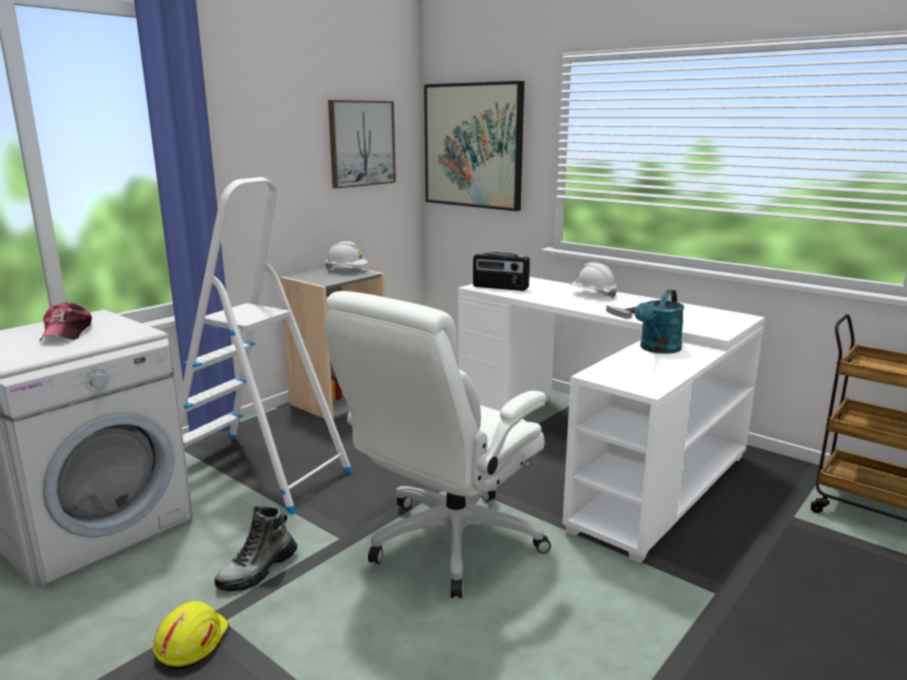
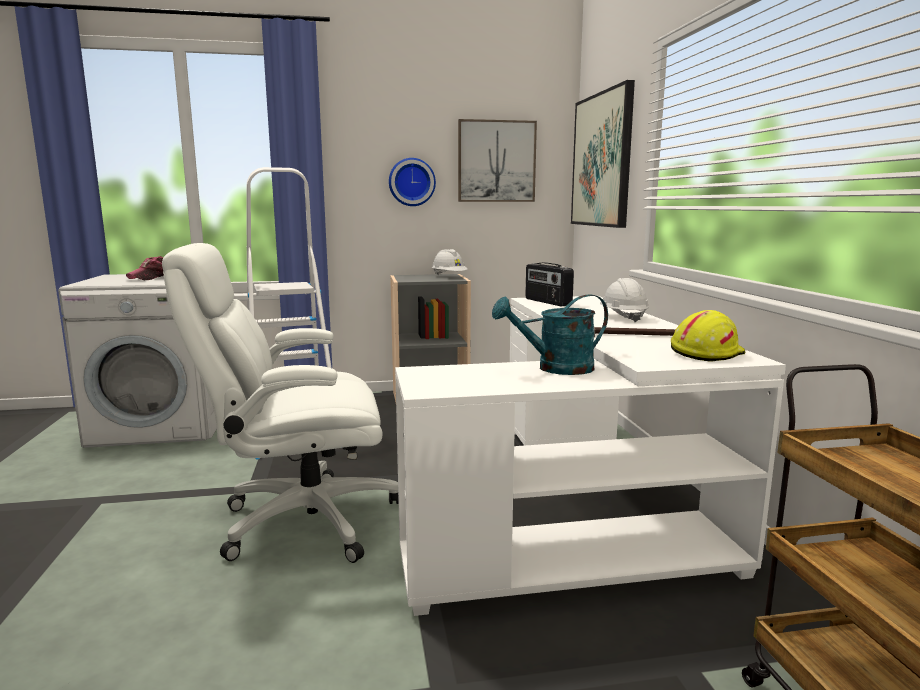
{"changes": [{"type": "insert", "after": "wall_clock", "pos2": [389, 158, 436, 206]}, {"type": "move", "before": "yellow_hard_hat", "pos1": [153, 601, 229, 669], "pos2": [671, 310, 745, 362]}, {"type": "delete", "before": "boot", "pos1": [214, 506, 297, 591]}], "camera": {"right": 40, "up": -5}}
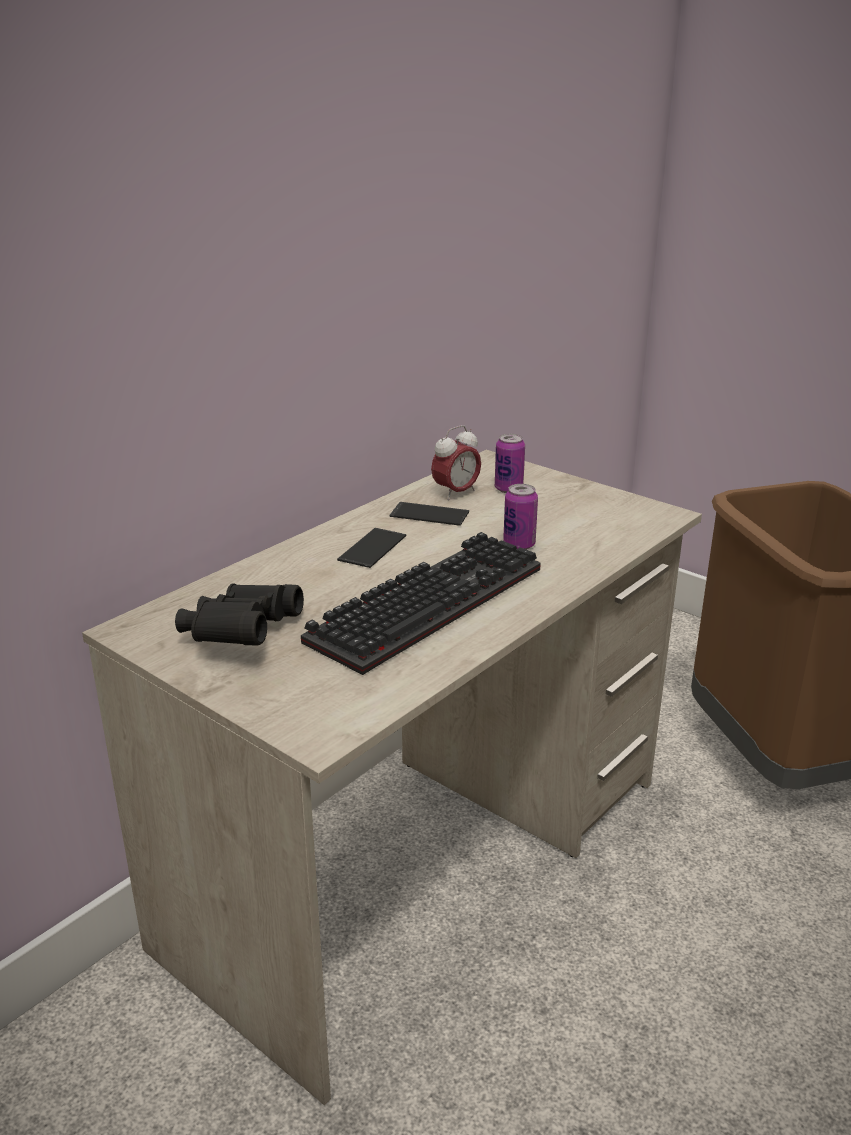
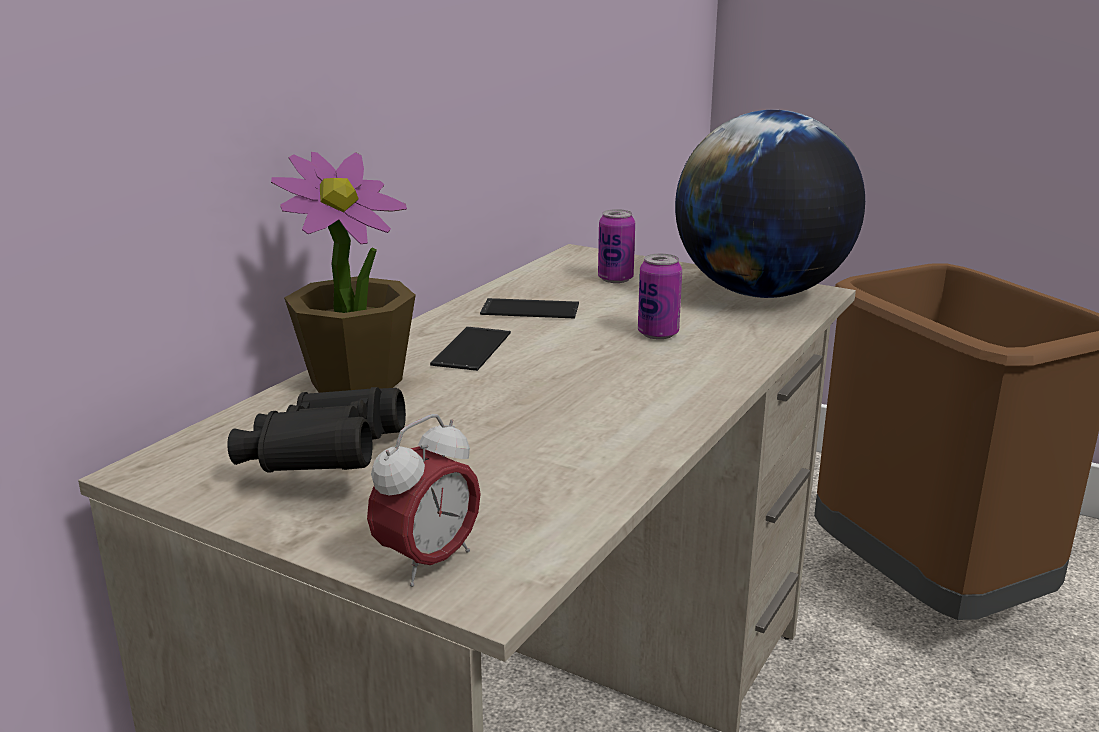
{"changes": [{"type": "insert", "after": "potted_plant", "pos2": [271, 152, 416, 393]}, {"type": "move", "before": "alarm_clock", "pos1": [431, 425, 481, 500], "pos2": [367, 414, 481, 587]}, {"type": "insert", "after": "globe", "pos2": [675, 110, 865, 298]}, {"type": "delete", "before": "keyboard", "pos1": [301, 532, 541, 675]}], "camera": {"right": -10, "up": -5}}
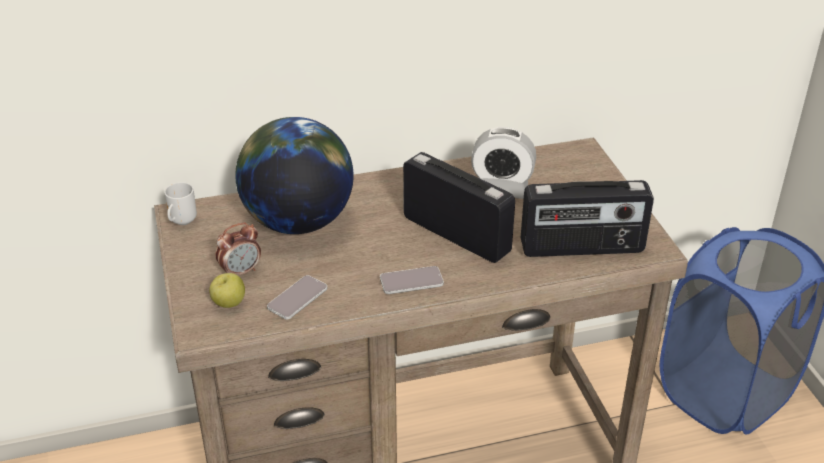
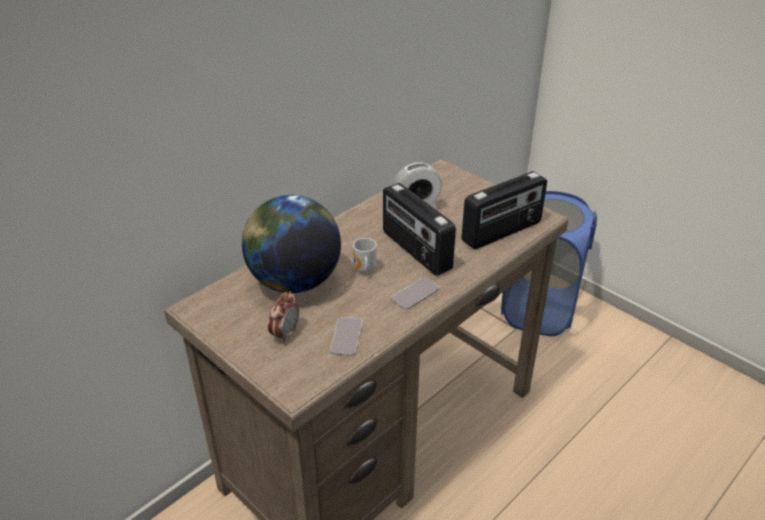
{"changes": [{"type": "move", "before": "mug", "pos1": [164, 182, 197, 225], "pos2": [353, 238, 377, 273]}, {"type": "rotate", "before": "radio", "pos1": [403, 152, 515, 263], "pos2": [383, 183, 456, 276], "turn": -135}, {"type": "delete", "before": "apple", "pos1": [209, 273, 245, 308]}], "camera": {"right": -30, "up": 0}}
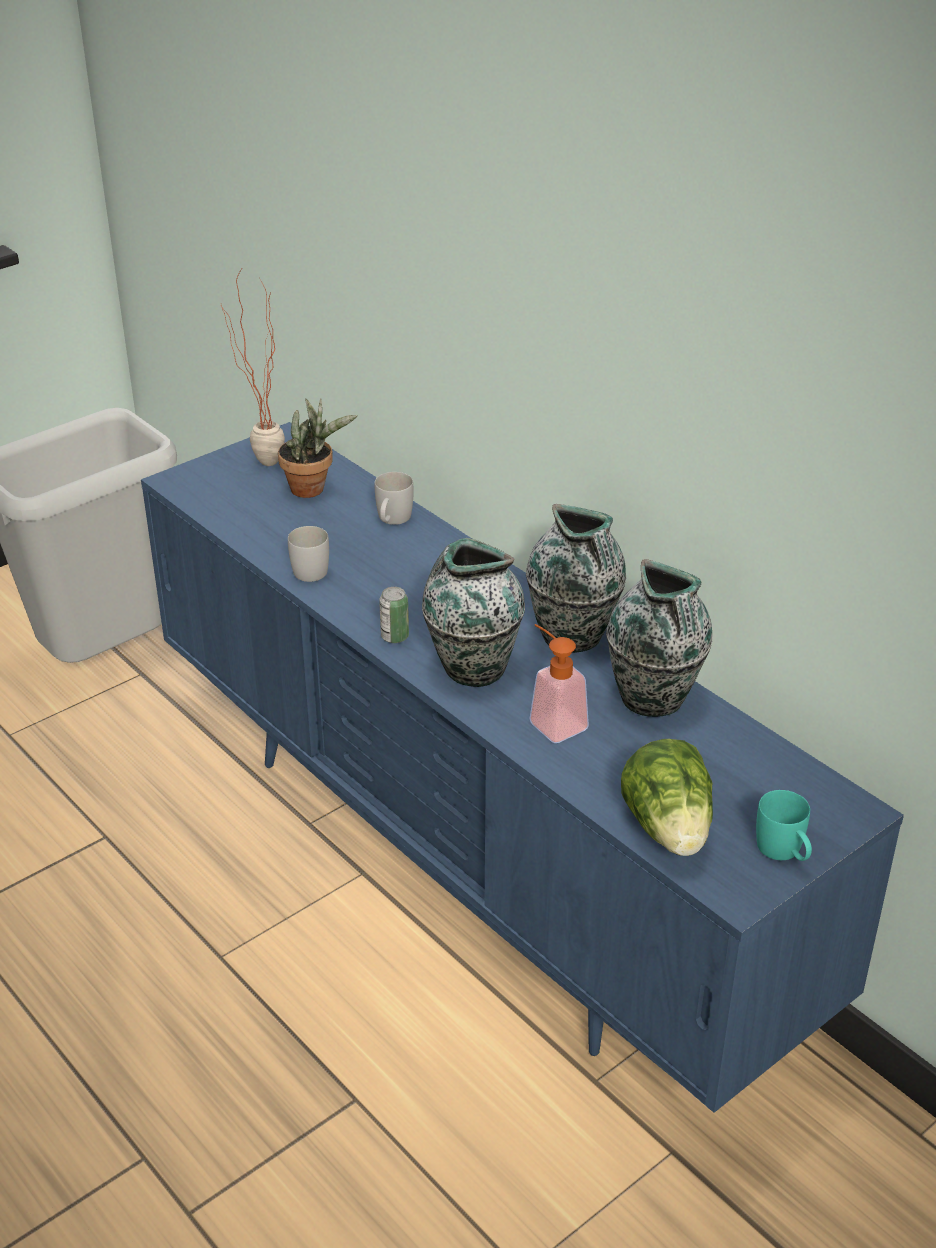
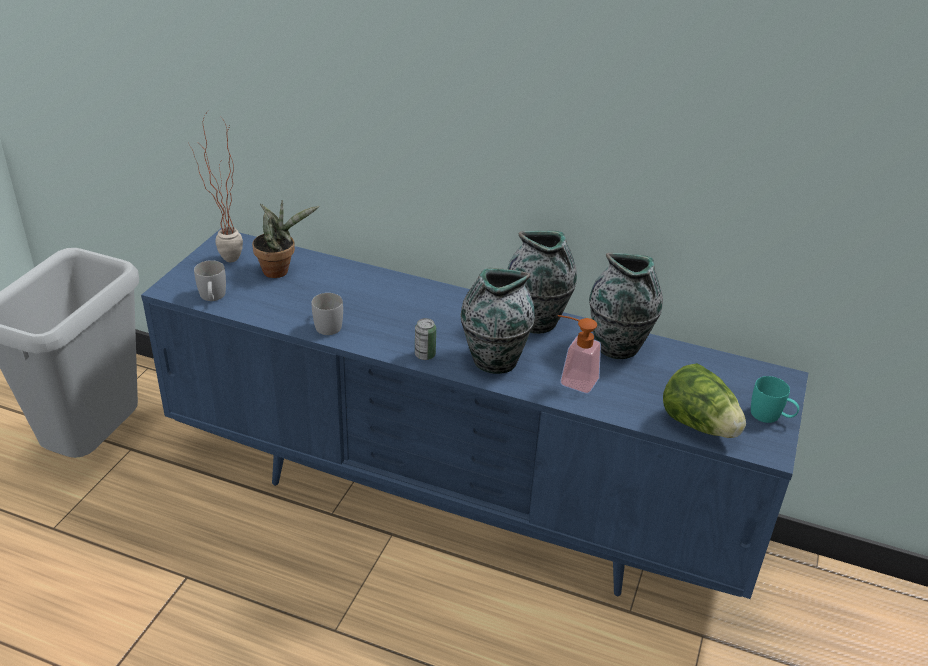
{"changes": [{"type": "move", "before": "white_mug", "pos1": [375, 472, 413, 525], "pos2": [194, 260, 226, 301]}], "camera": {"right": -30, "up": 0}}
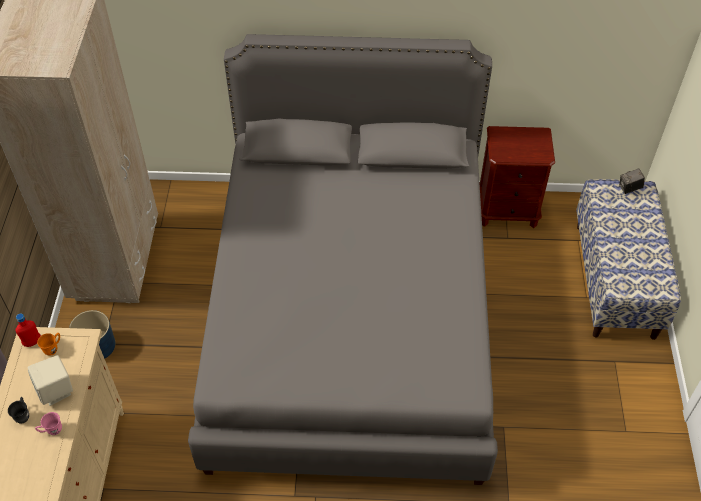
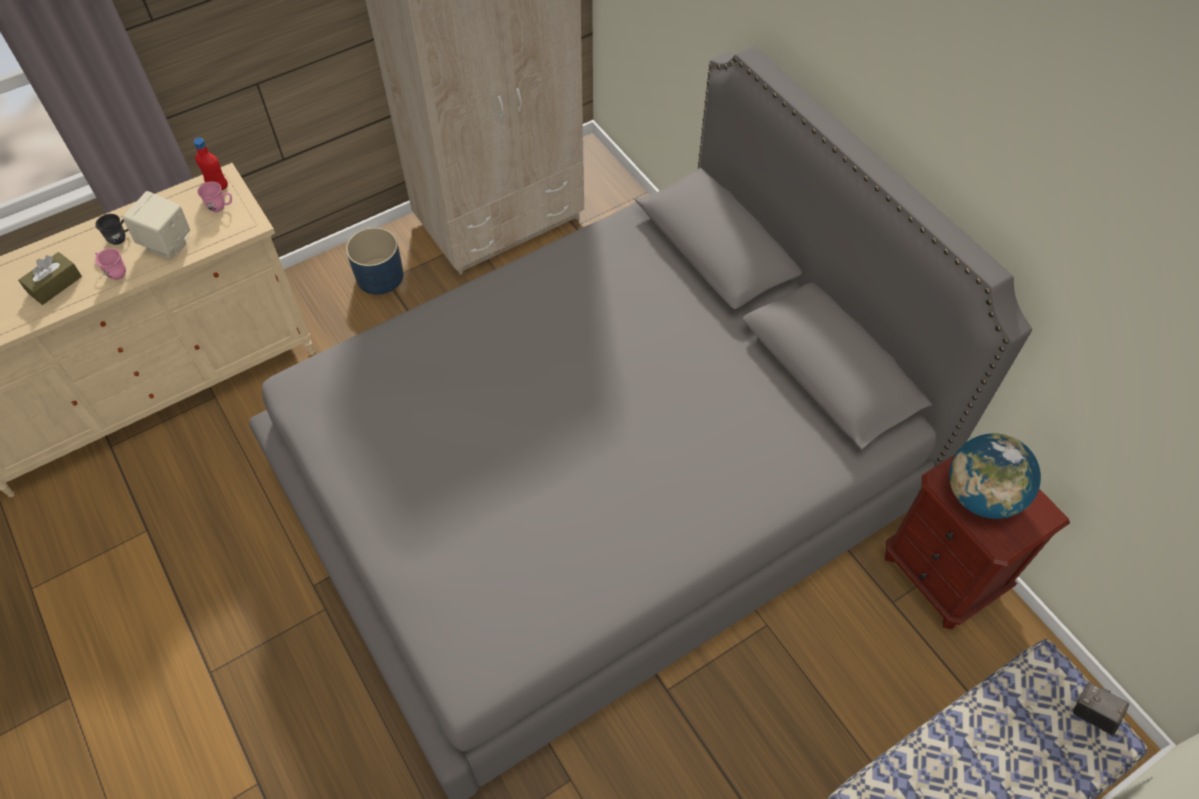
{"changes": [{"type": "insert", "after": "brown_tissue_box", "pos2": [18, 252, 82, 305]}, {"type": "recolor", "before": "orange_mug", "after": "pink_mug", "pos1": [37, 333, 60, 356], "pos2": [197, 181, 232, 212]}, {"type": "insert", "after": "globe", "pos2": [949, 433, 1041, 519]}], "camera": {"right": 55, "up": 5}}
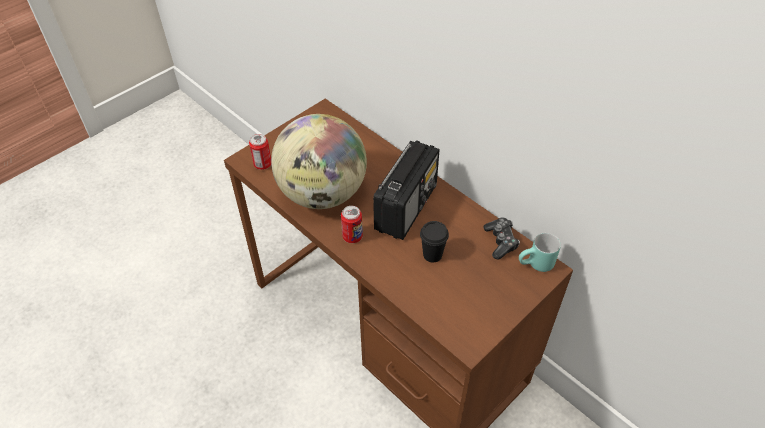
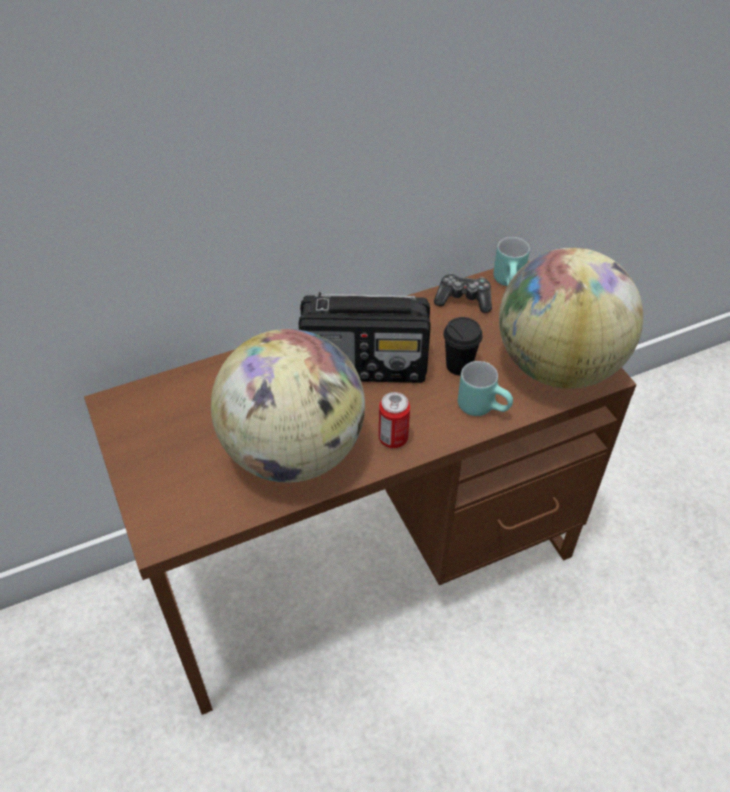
{"changes": [{"type": "rotate", "before": "radio", "pos1": [373, 140, 440, 240], "pos2": [299, 292, 431, 383], "turn": 135}, {"type": "insert", "after": "turquoise_mug", "pos2": [458, 361, 513, 416]}, {"type": "insert", "after": "globe", "pos2": [499, 248, 643, 389]}, {"type": "delete", "before": "can", "pos1": [249, 134, 271, 170]}], "camera": {"right": -70, "up": 0}}
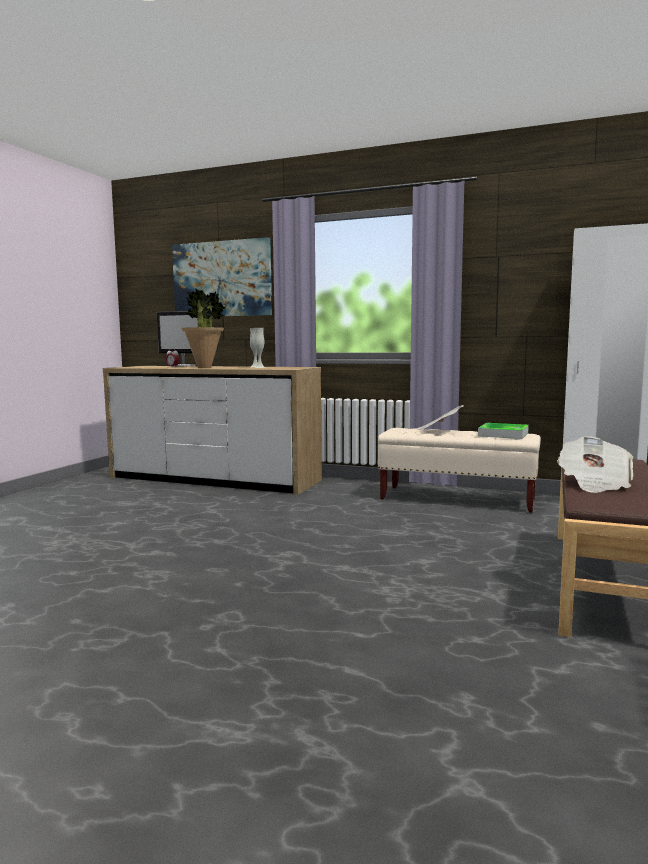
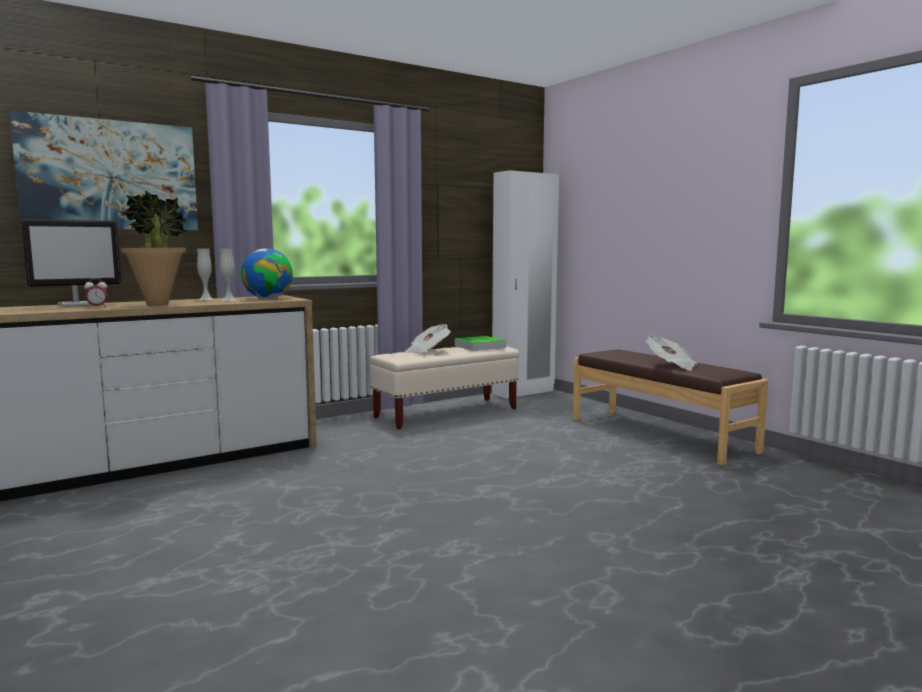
{"changes": [{"type": "insert", "after": "globe", "pos2": [241, 248, 293, 299]}], "camera": {"right": -55, "up": 0}}
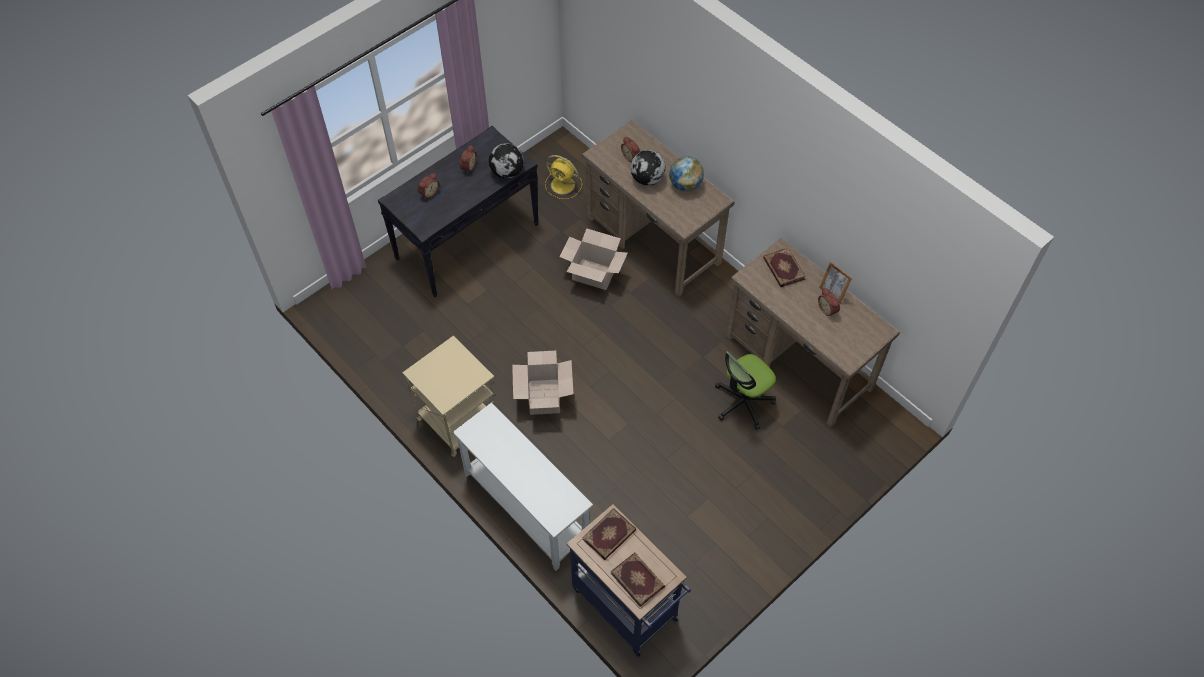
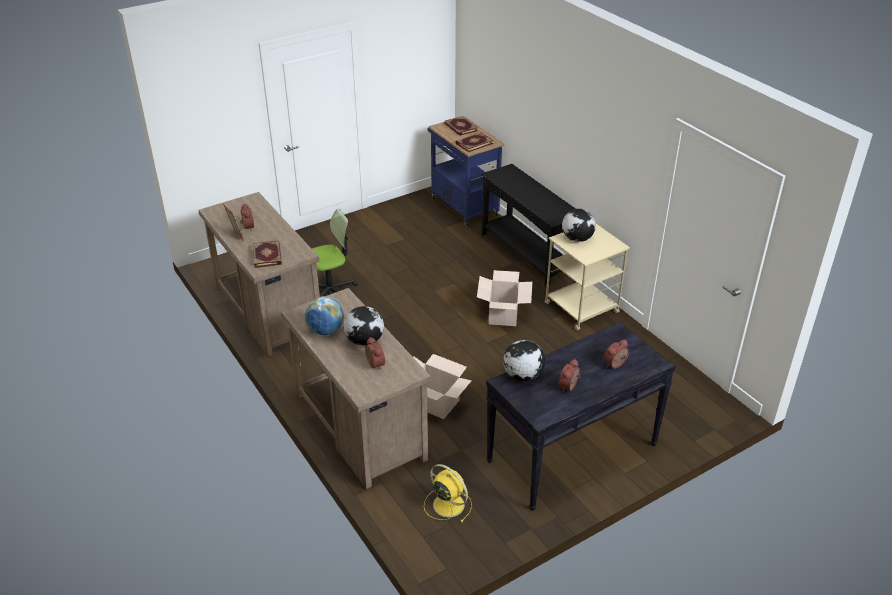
{"changes": [{"type": "recolor", "before": "white_console_table", "after": "black_console_table", "pos1": [453, 403, 593, 571], "pos2": [481, 164, 576, 287]}, {"type": "insert", "after": "globe", "pos2": [562, 209, 596, 242]}], "camera": {"right": -170, "up": -20}}
